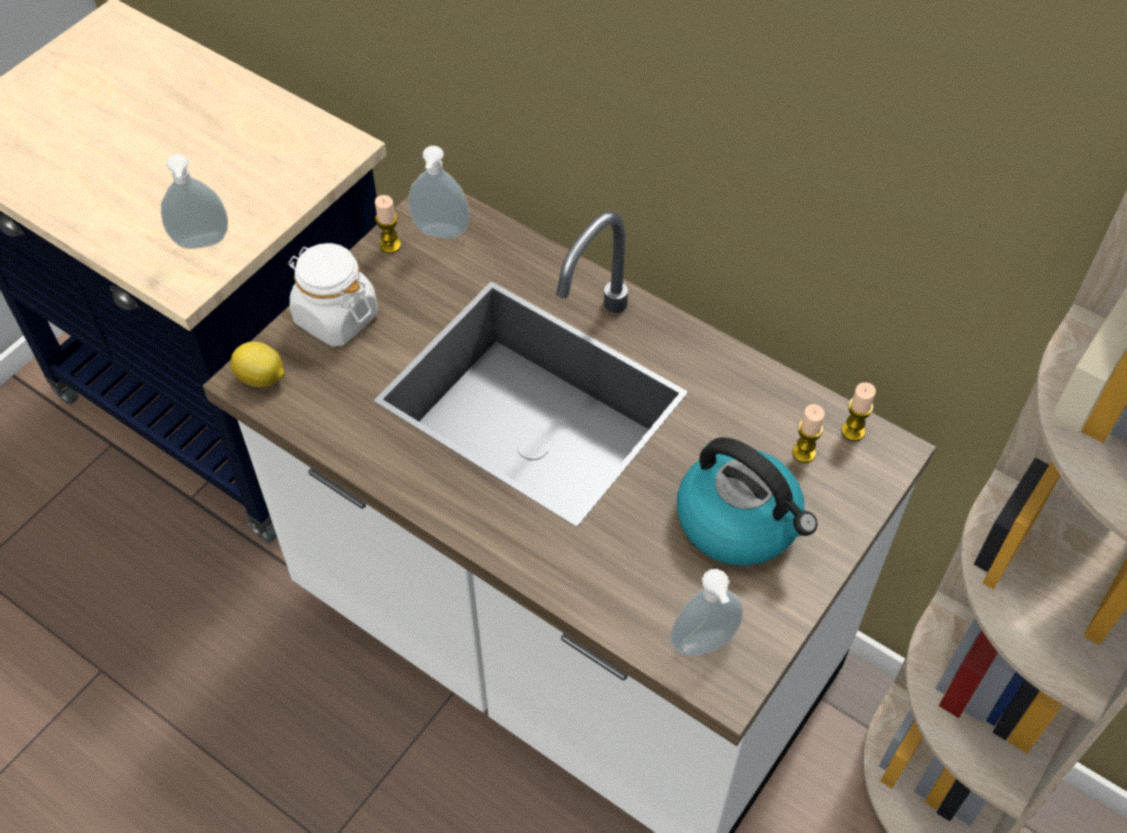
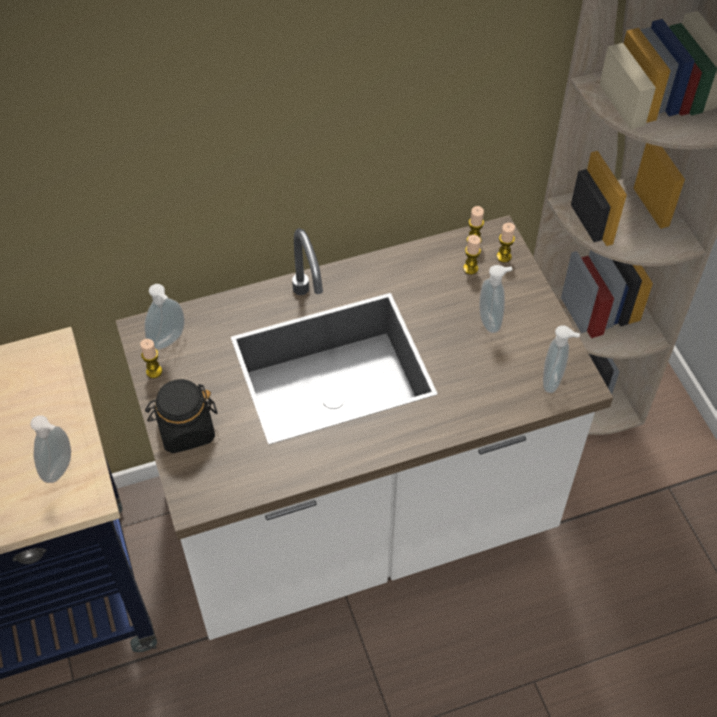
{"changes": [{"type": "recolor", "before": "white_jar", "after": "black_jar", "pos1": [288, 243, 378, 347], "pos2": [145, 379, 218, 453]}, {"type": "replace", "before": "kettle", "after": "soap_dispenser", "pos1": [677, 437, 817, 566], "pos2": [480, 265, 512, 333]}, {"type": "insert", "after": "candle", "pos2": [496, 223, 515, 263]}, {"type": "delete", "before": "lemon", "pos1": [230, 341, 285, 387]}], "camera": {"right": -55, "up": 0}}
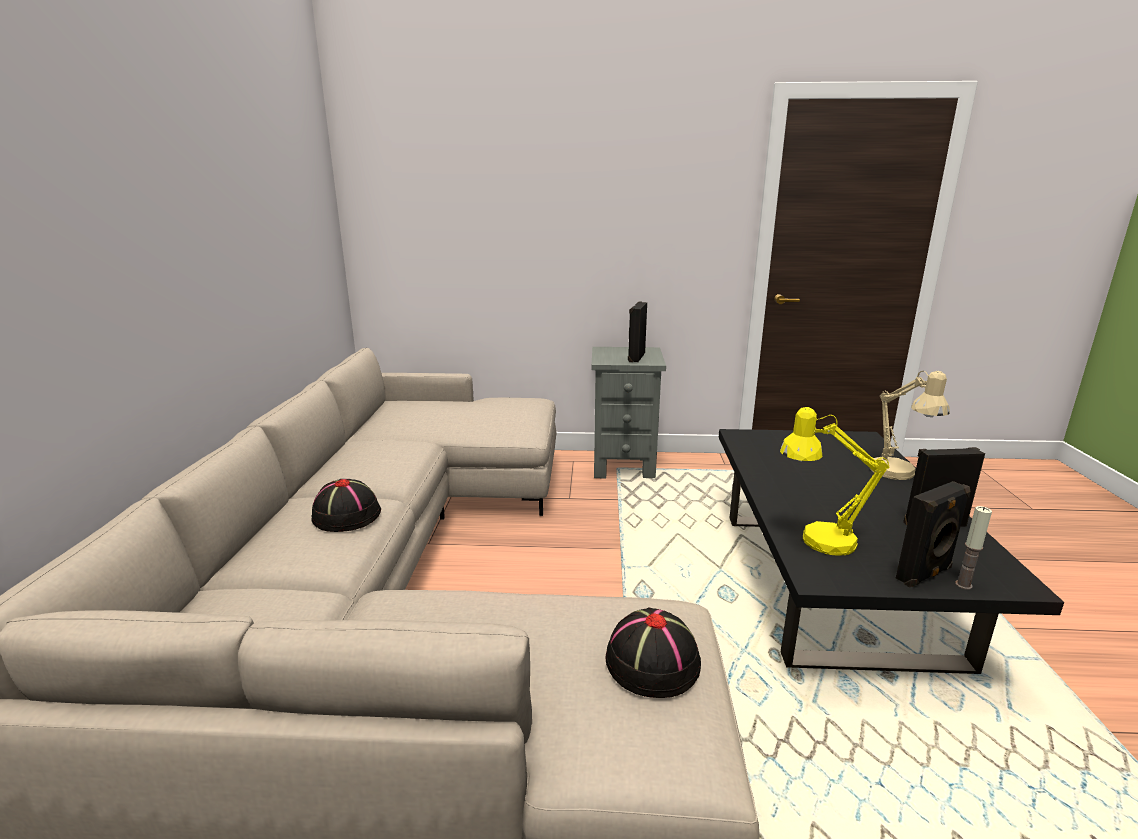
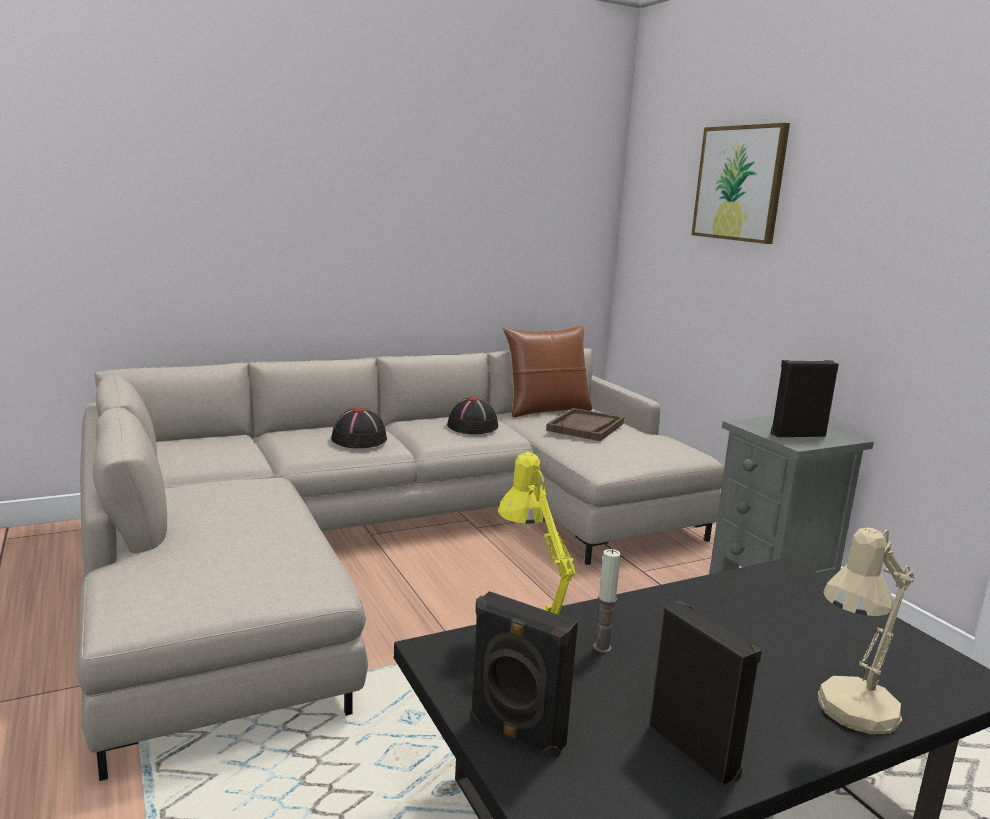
{"changes": [{"type": "move", "before": "black_hat", "pos1": [606, 608, 701, 698], "pos2": [447, 397, 498, 434]}, {"type": "insert", "after": "brown_pillow", "pos2": [503, 325, 592, 417]}, {"type": "insert", "after": "brown_tray", "pos2": [546, 408, 624, 441]}, {"type": "move", "before": "candle", "pos1": [955, 506, 992, 590], "pos2": [593, 549, 621, 653]}, {"type": "insert", "after": "picture", "pos2": [691, 123, 790, 244]}], "camera": {"right": 60, "up": -5}}
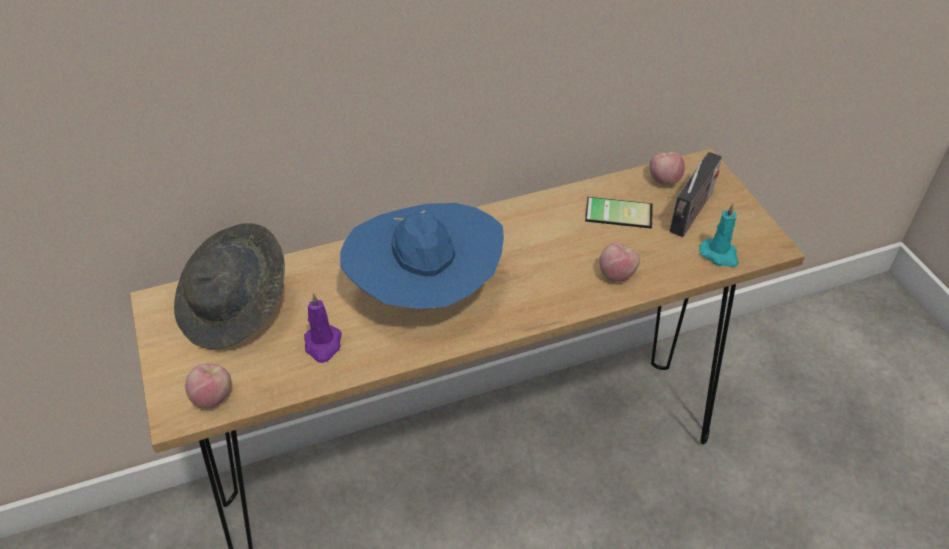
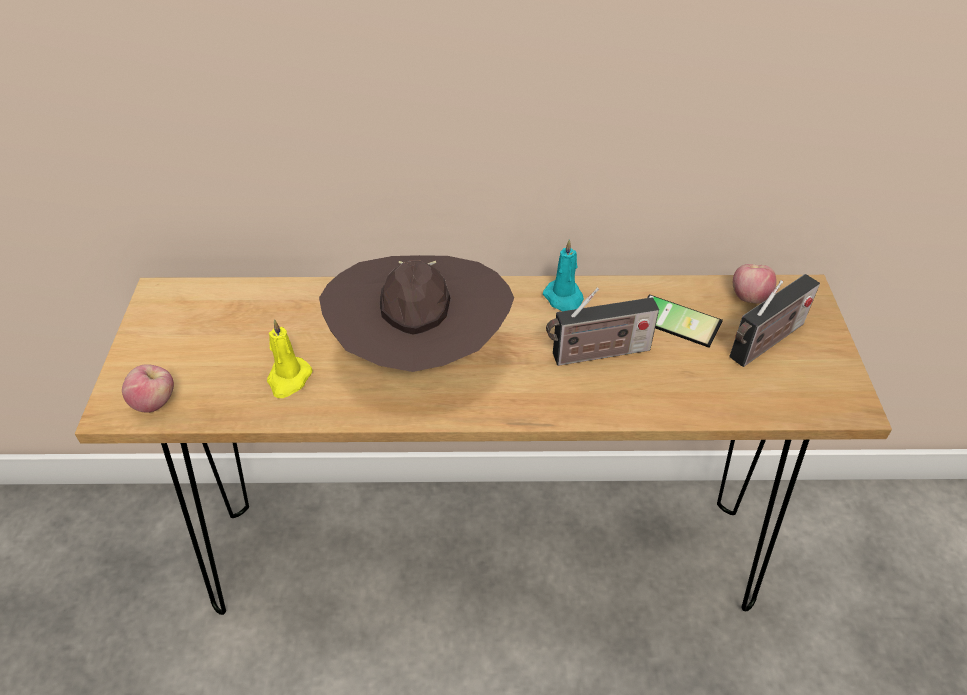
{"changes": [{"type": "recolor", "before": "purple_candle", "after": "yellow_candle", "pos1": [304, 293, 342, 363], "pos2": [267, 319, 312, 398]}, {"type": "recolor", "before": "blue_hat", "after": "brown_hat", "pos1": [340, 203, 504, 309], "pos2": [319, 255, 514, 372]}, {"type": "move", "before": "turquoise_candle", "pos1": [699, 204, 739, 267], "pos2": [543, 239, 584, 311]}, {"type": "insert", "after": "radio", "pos2": [546, 287, 659, 366]}, {"type": "delete", "before": "grey_hat", "pos1": [174, 223, 285, 349]}, {"type": "delete", "before": "apple", "pos1": [599, 243, 640, 282]}], "camera": {"right": 20, "up": 0}}
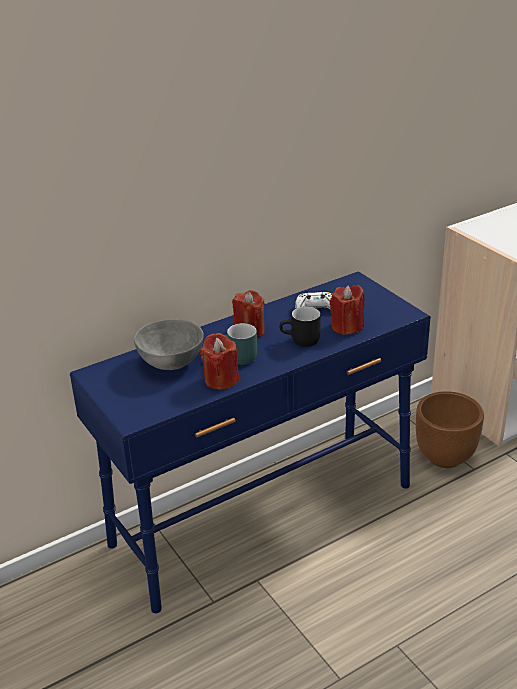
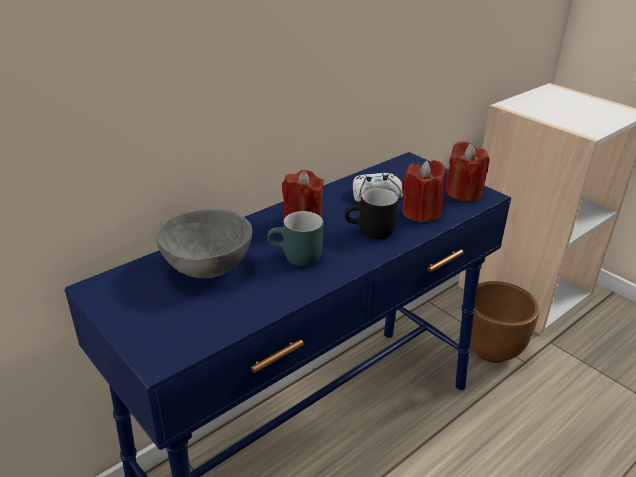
{"changes": [{"type": "move", "before": "red_candle", "pos1": [200, 333, 239, 390], "pos2": [446, 141, 489, 201]}], "camera": {"right": -10, "up": 0}}
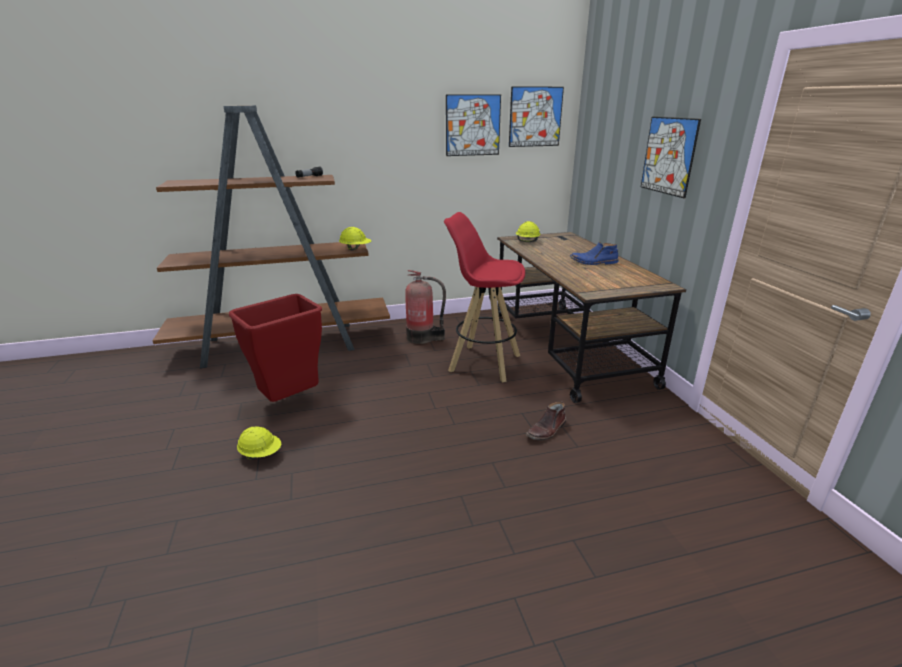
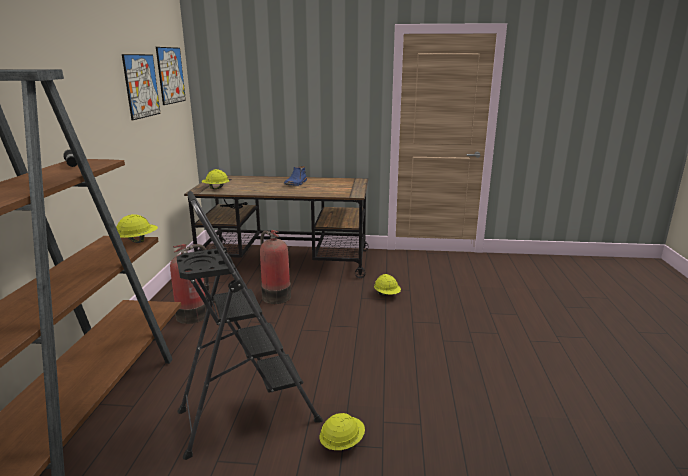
{"changes": [{"type": "replace", "before": "red_trash_can", "after": "step_ladder", "pos1": [229, 294, 322, 402], "pos2": [176, 191, 323, 460]}, {"type": "replace", "before": "red_stool", "after": "fire_extinguisher", "pos1": [444, 212, 525, 382], "pos2": [260, 230, 291, 304]}, {"type": "replace", "before": "brown_boot", "after": "yellow_hard_hat", "pos1": [526, 401, 566, 440], "pos2": [374, 274, 401, 295]}, {"type": "delete", "before": "picture", "pos1": [641, 117, 701, 198]}], "camera": {"right": -70, "up": -5}}
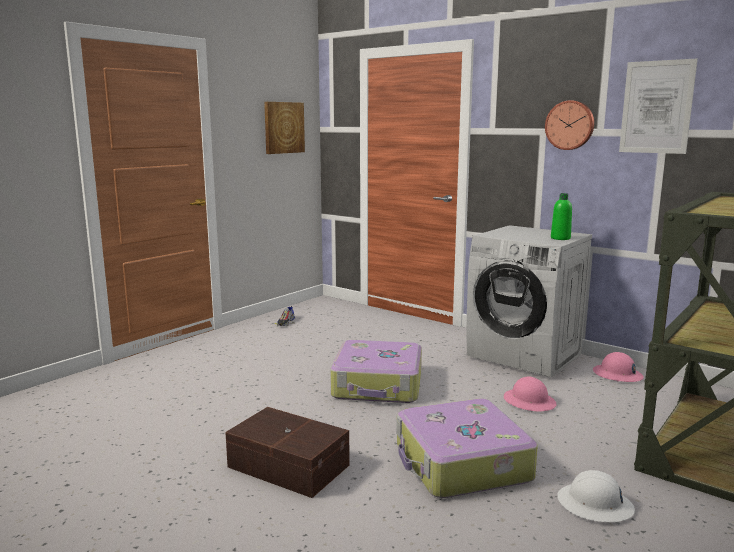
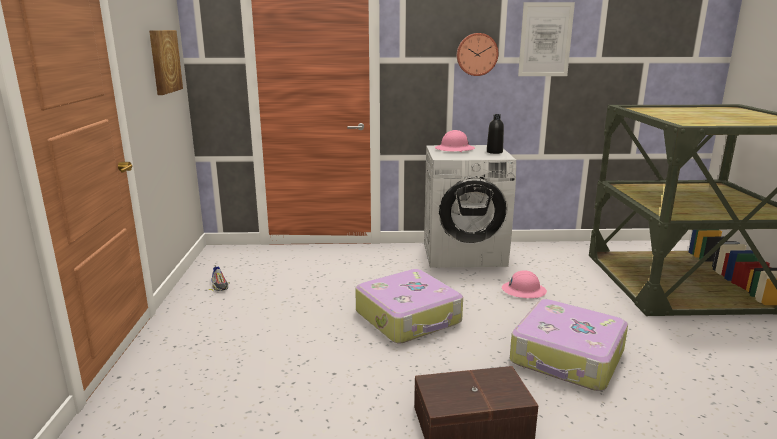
{"changes": [{"type": "move", "before": "pink_hard_hat", "pos1": [593, 352, 644, 382], "pos2": [435, 130, 475, 152]}, {"type": "recolor", "before": "green_bottle", "after": "black_bottle", "pos1": [551, 193, 572, 240], "pos2": [487, 114, 504, 154]}, {"type": "delete", "before": "white_hard_hat", "pos1": [558, 470, 635, 522]}], "camera": {"right": -40, "up": 5}}
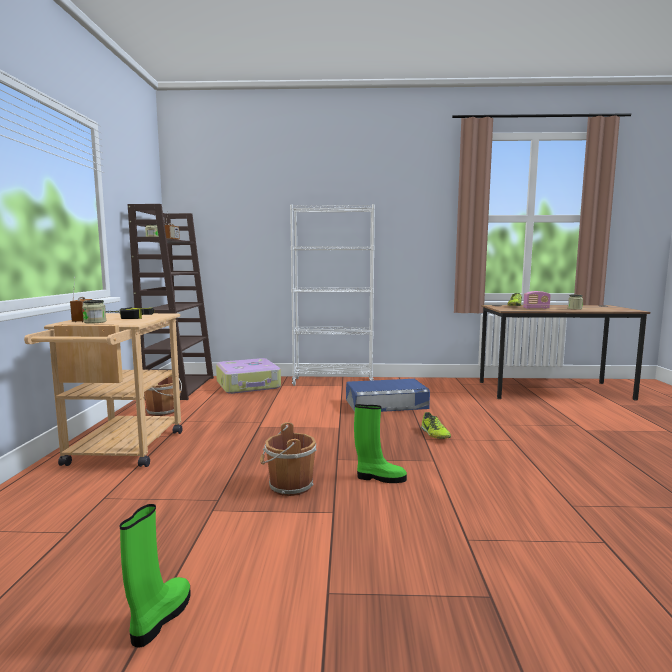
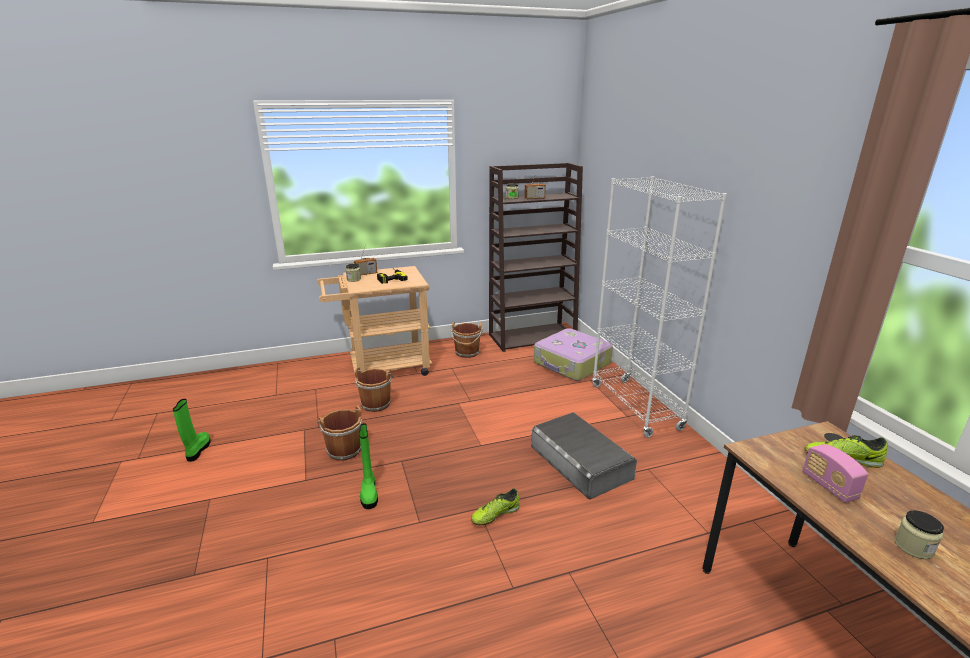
{"changes": [{"type": "rotate", "before": "green_boot", "pos1": [120, 504, 191, 647], "pos2": [173, 399, 211, 462], "turn": -90}, {"type": "insert", "after": "brown_bucket", "pos2": [355, 367, 394, 412]}, {"type": "recolor", "before": "blue_storage_box", "after": "grey_storage_box", "pos1": [346, 379, 430, 412], "pos2": [531, 412, 637, 499]}], "camera": {"right": 70, "up": 15}}
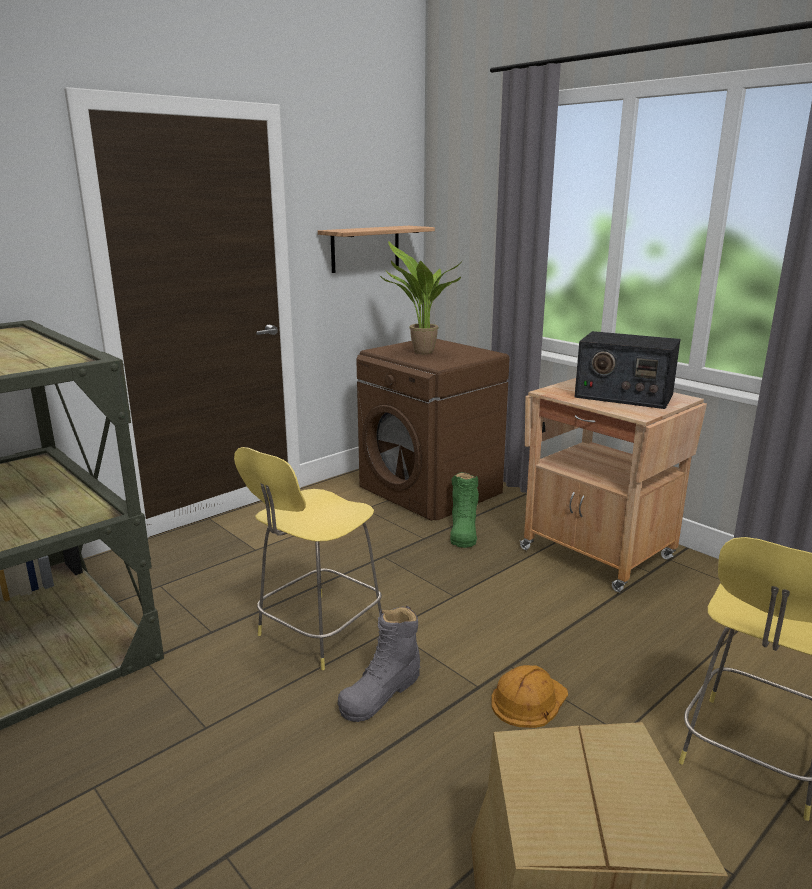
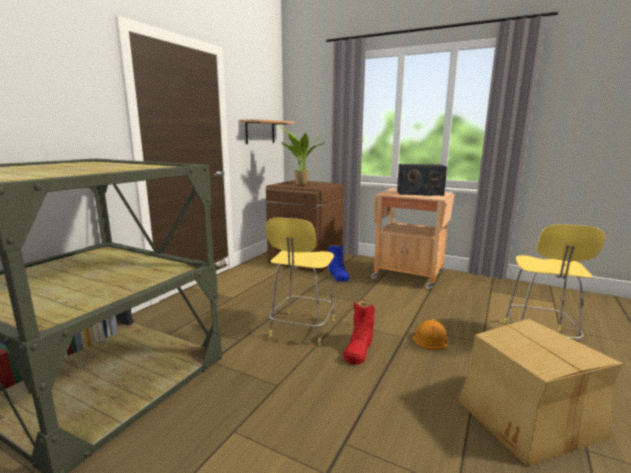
{"changes": [{"type": "recolor", "before": "green_boot", "after": "blue_boot", "pos1": [450, 472, 479, 548], "pos2": [328, 245, 349, 282]}, {"type": "recolor", "before": "grey_boot", "after": "red_boot", "pos1": [338, 606, 420, 722], "pos2": [343, 300, 375, 365]}], "camera": {"right": -20, "up": -5}}
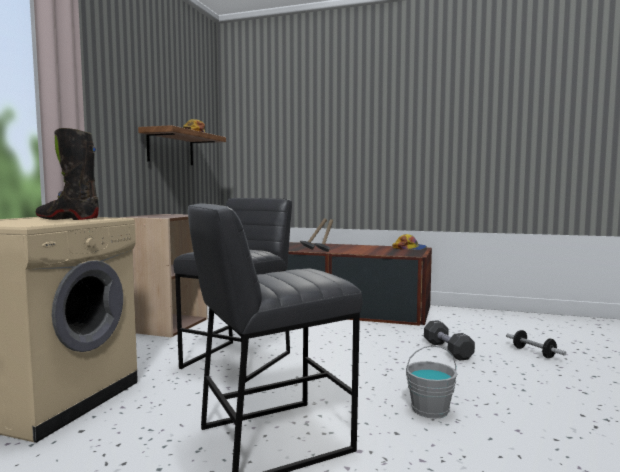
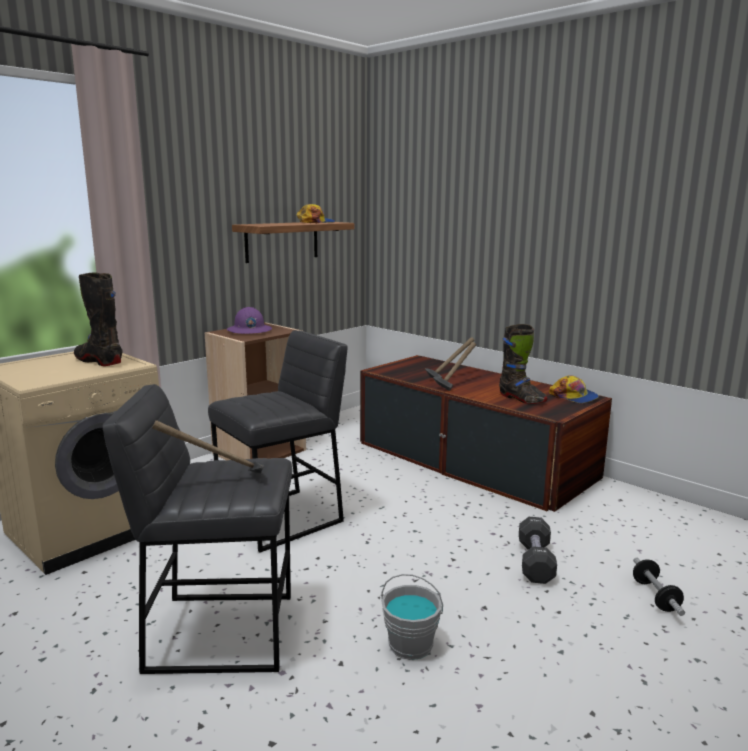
{"changes": [{"type": "insert", "after": "hammer", "pos2": [152, 420, 264, 473]}, {"type": "insert", "after": "purple_hard_hat", "pos2": [227, 307, 272, 334]}, {"type": "insert", "after": "black_boot", "pos2": [499, 324, 548, 404]}], "camera": {"right": 25, "up": 10}}
